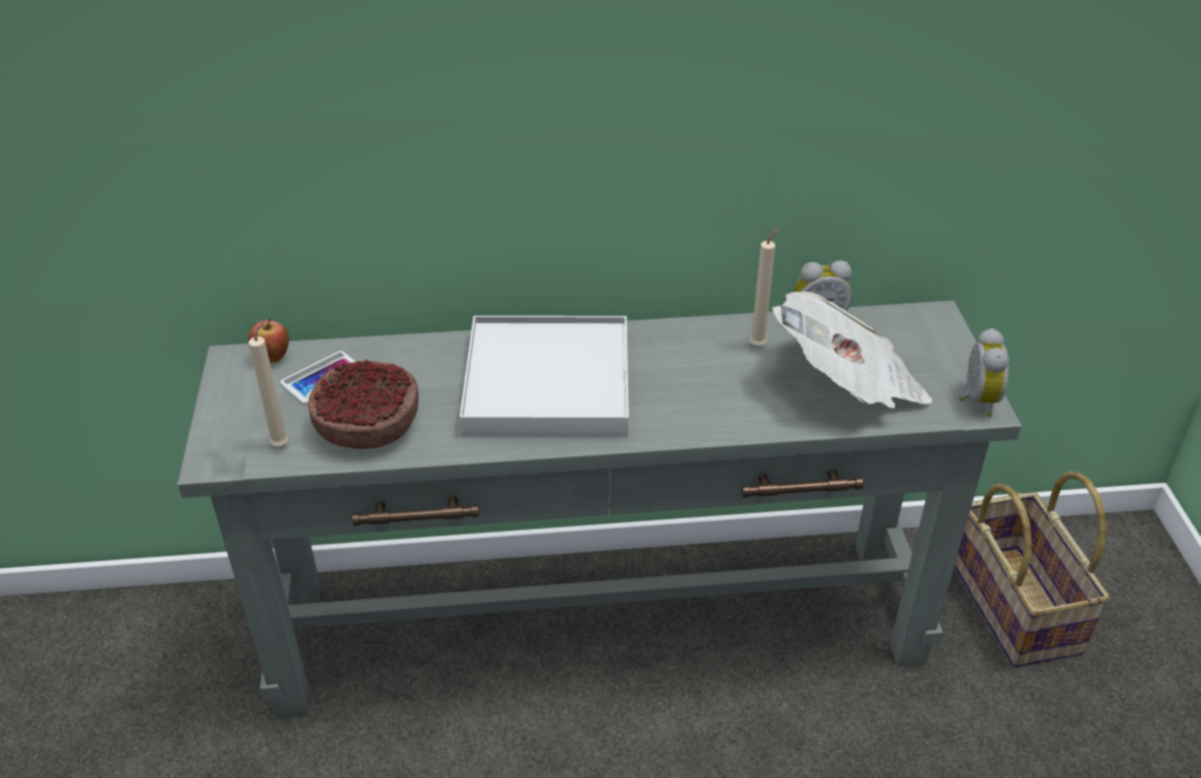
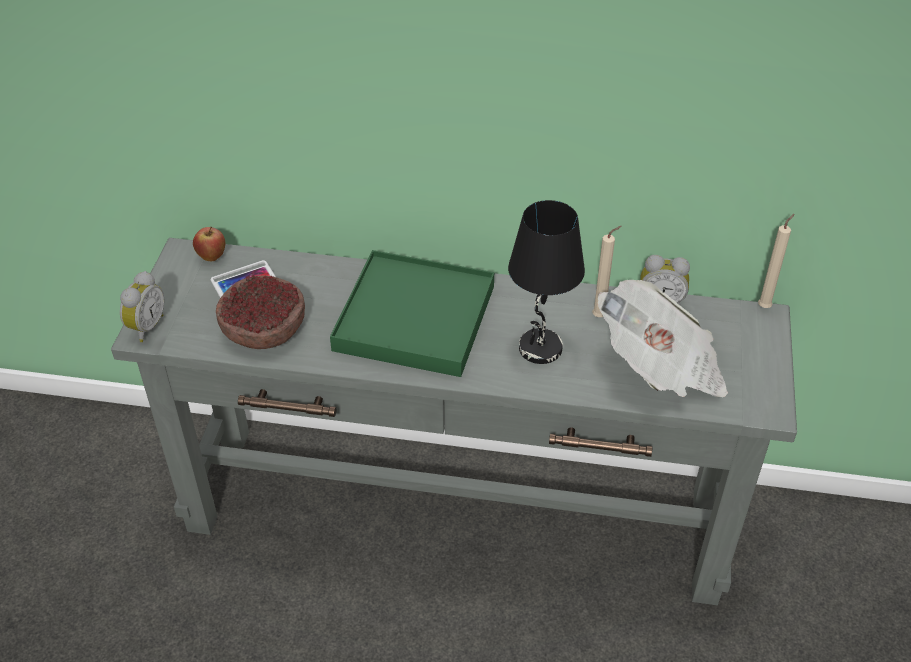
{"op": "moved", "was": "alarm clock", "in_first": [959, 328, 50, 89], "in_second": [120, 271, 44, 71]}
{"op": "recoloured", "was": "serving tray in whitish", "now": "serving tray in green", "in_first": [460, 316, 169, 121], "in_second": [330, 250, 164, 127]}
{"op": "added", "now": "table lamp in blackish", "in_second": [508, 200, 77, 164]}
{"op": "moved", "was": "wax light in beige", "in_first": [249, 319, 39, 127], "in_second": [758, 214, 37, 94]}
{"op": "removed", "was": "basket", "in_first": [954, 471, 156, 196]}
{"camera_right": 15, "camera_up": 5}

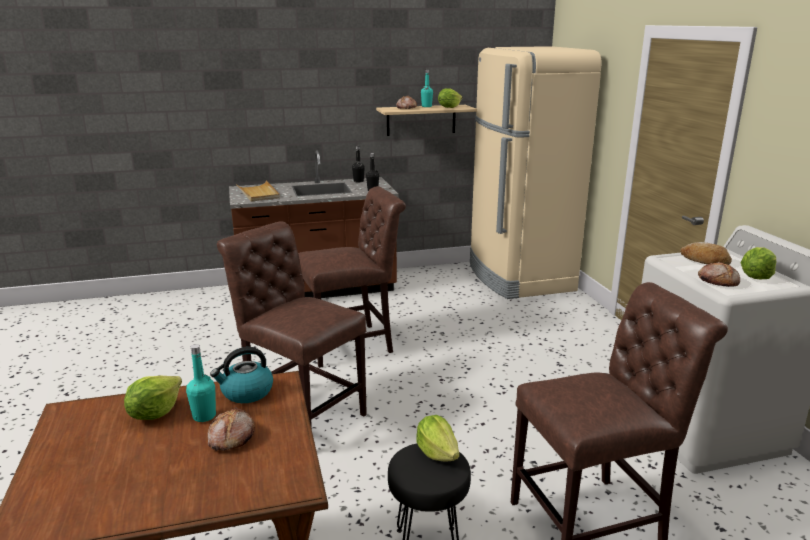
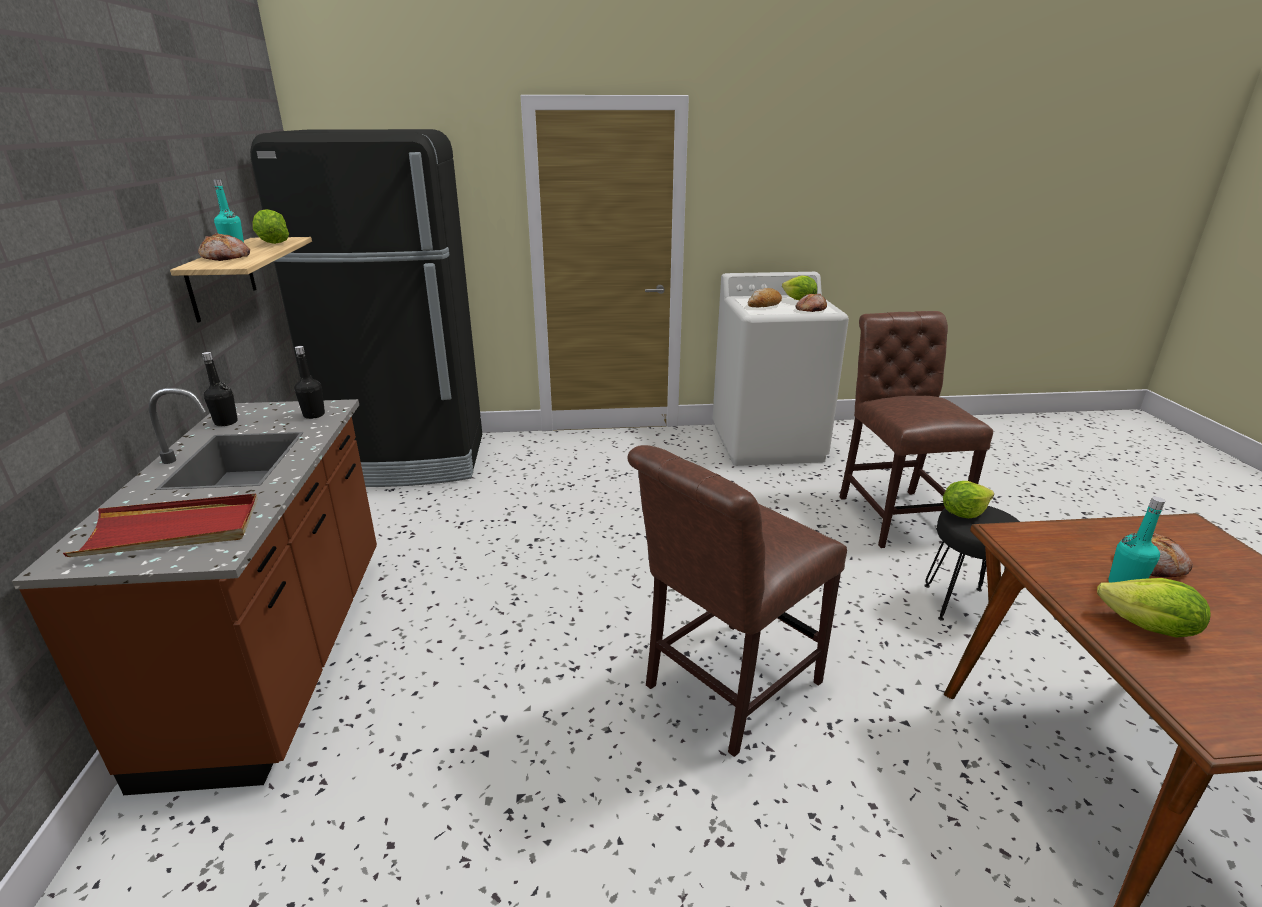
{"op": "recoloured", "was": "serving tray in beige", "now": "serving tray in red-coloured", "in_first": [236, 180, 44, 22], "in_second": [63, 494, 195, 63]}
{"op": "recoloured", "was": "fridge in beige", "now": "fridge in blackish", "in_first": [470, 46, 131, 253], "in_second": [250, 129, 232, 358]}
{"op": "removed", "was": "kettle", "in_first": [210, 347, 63, 56]}
{"op": "removed", "was": "chair in brownish", "in_first": [298, 186, 108, 182]}
{"camera_right": -80, "camera_up": 5}

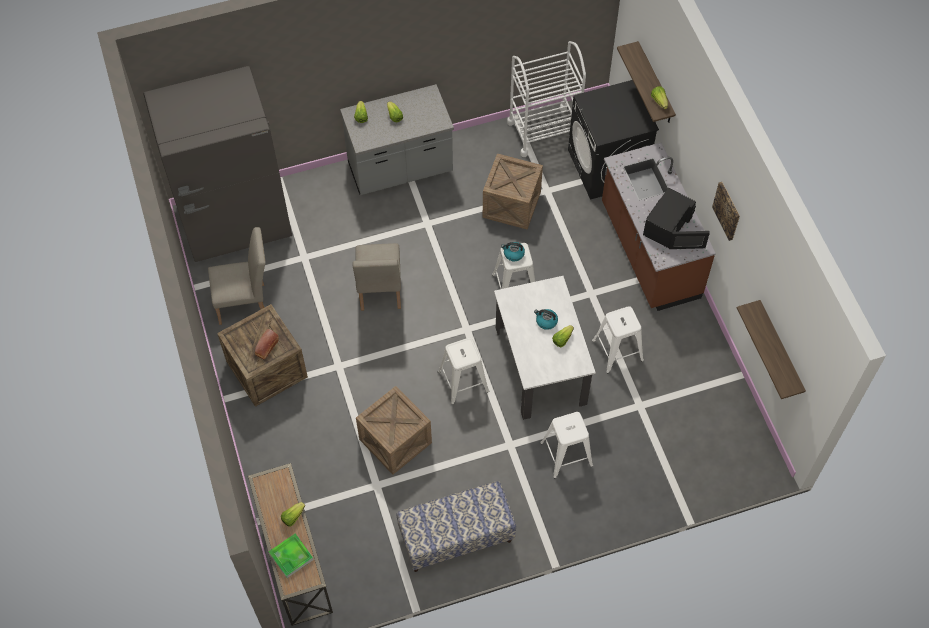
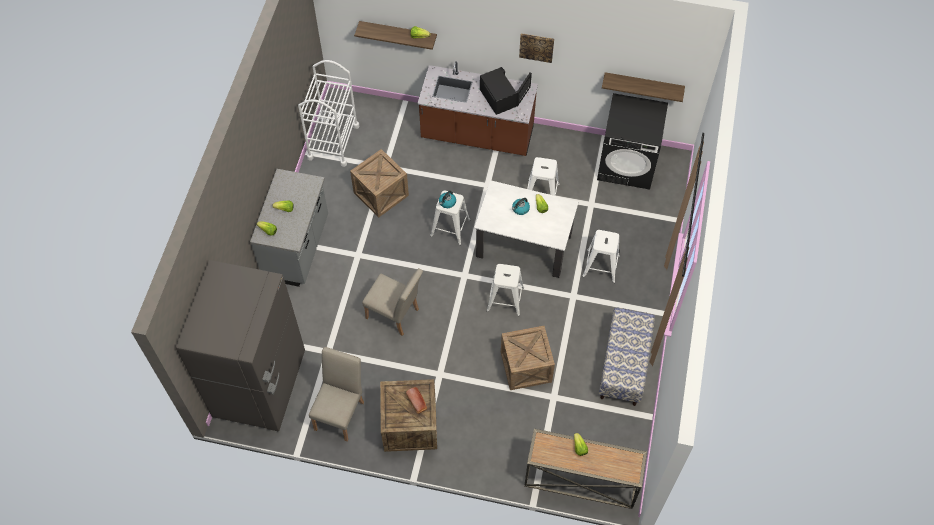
{"op": "moved", "was": "washing machine in blackish", "in_first": [568, 80, 91, 120], "in_second": [597, 93, 71, 97]}
{"op": "removed", "was": "serving tray", "in_first": [269, 534, 45, 44]}
{"camera_right": -60, "camera_up": 0}

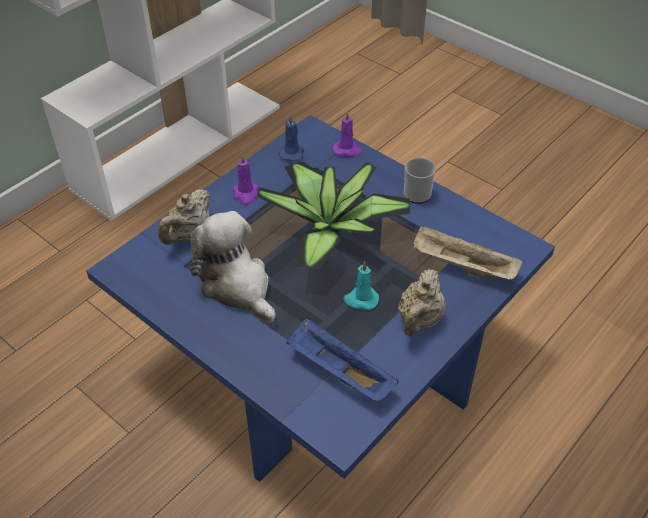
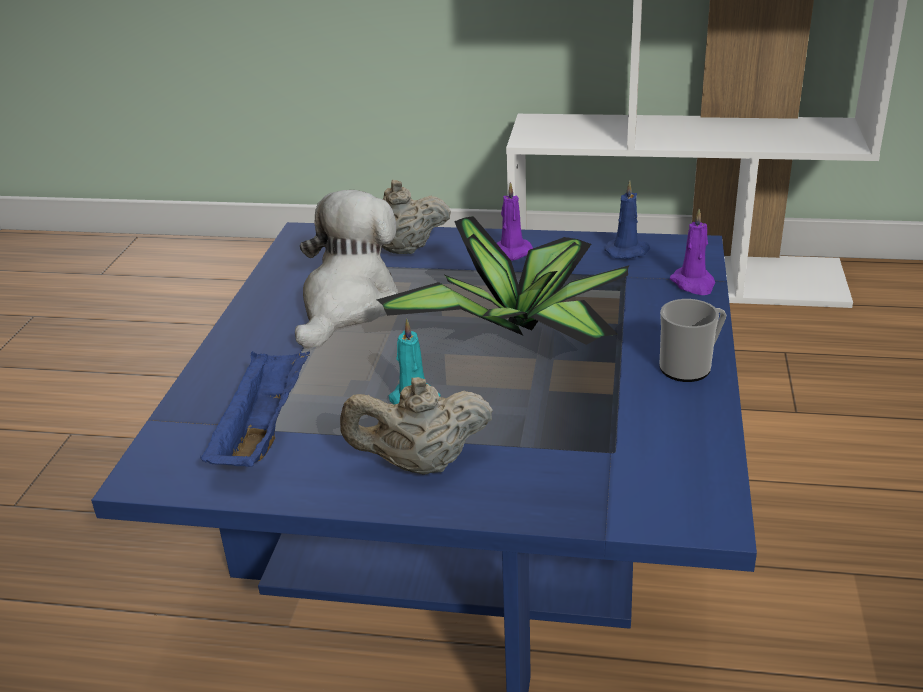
{"op": "removed", "was": "serving tray in beige", "in_first": [413, 225, 109, 55]}
{"camera_right": 60, "camera_up": -15}

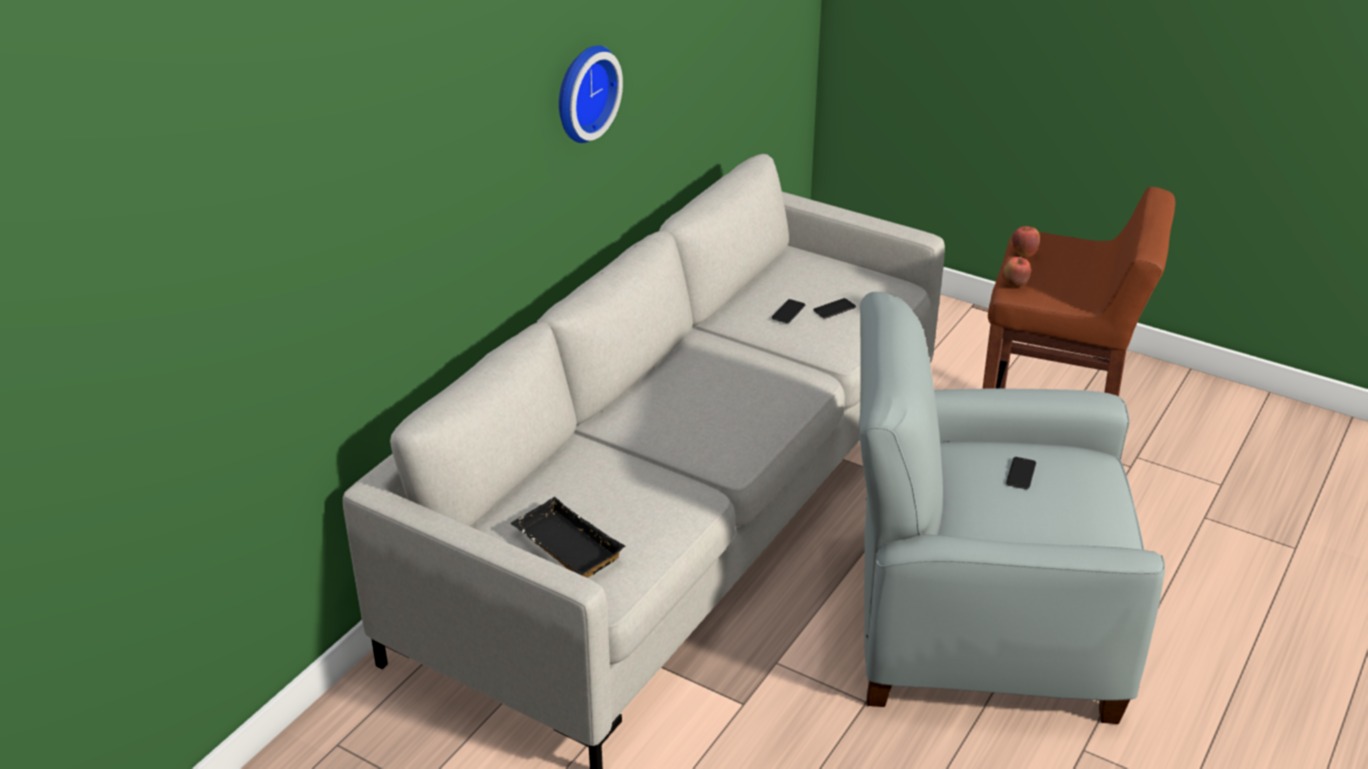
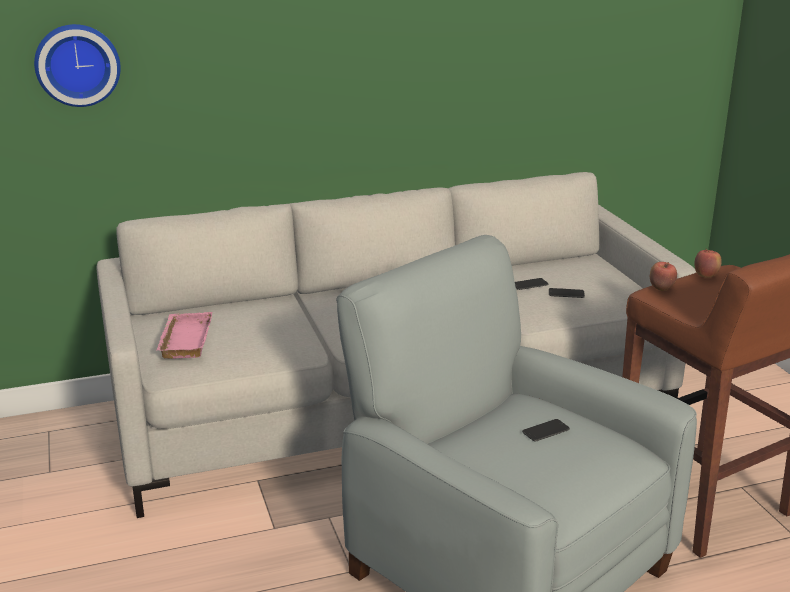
{"op": "moved", "was": "clock on the wall", "in_first": [559, 45, 64, 98], "in_second": [34, 24, 87, 83]}
{"op": "recoloured", "was": "serving tray in blackish", "now": "serving tray in pink-coloured", "in_first": [510, 497, 116, 81], "in_second": [156, 312, 56, 47]}
{"camera_right": 40, "camera_up": -10}

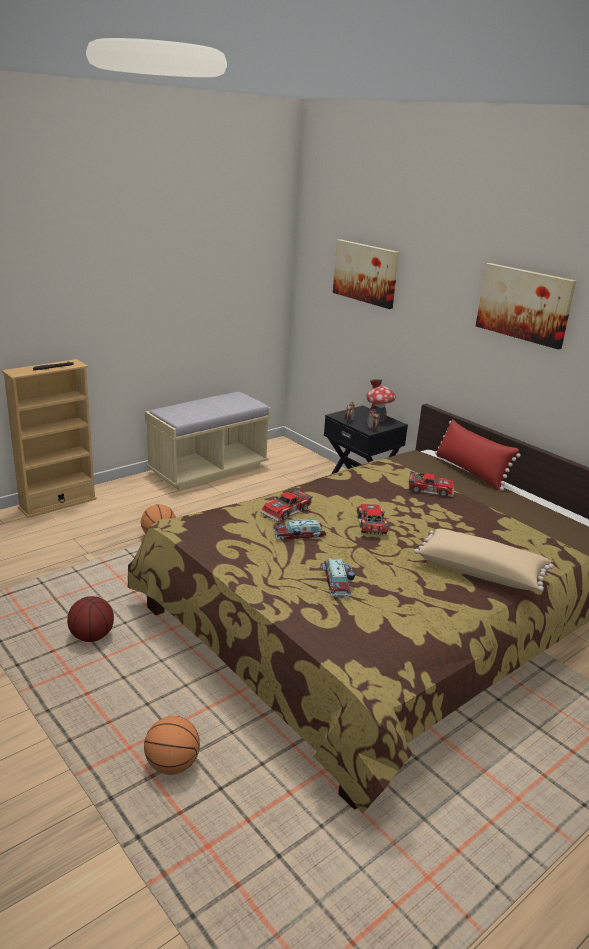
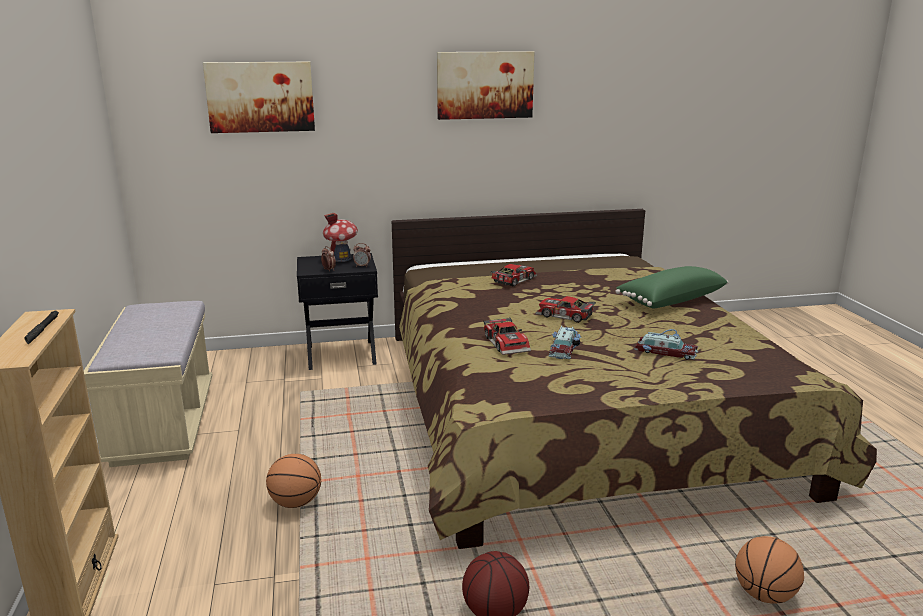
{"op": "recoloured", "was": "cushion in beige", "now": "cushion in green", "in_first": [414, 529, 140, 63], "in_second": [615, 266, 113, 42]}
{"op": "removed", "was": "cushion in red-coloured", "in_first": [435, 419, 86, 72]}
{"camera_right": -60, "camera_up": -5}

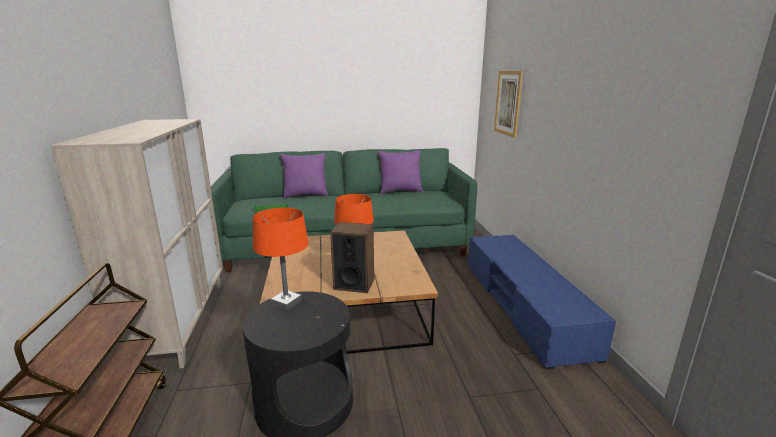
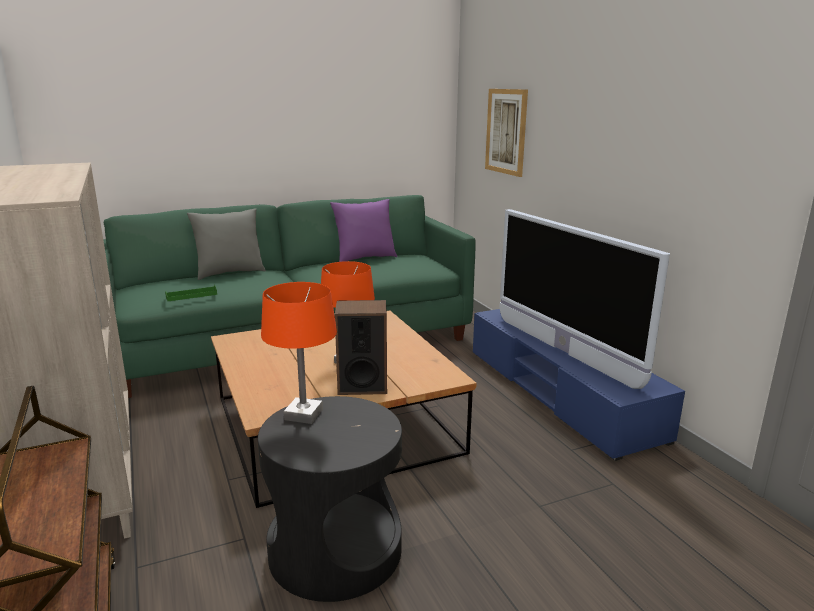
{"op": "recoloured", "was": "cushion in purplish", "now": "cushion in greyish", "in_first": [280, 153, 48, 46], "in_second": [187, 209, 79, 71]}
{"op": "added", "now": "TV", "in_second": [500, 209, 170, 180]}
{"camera_right": -15, "camera_up": 0}

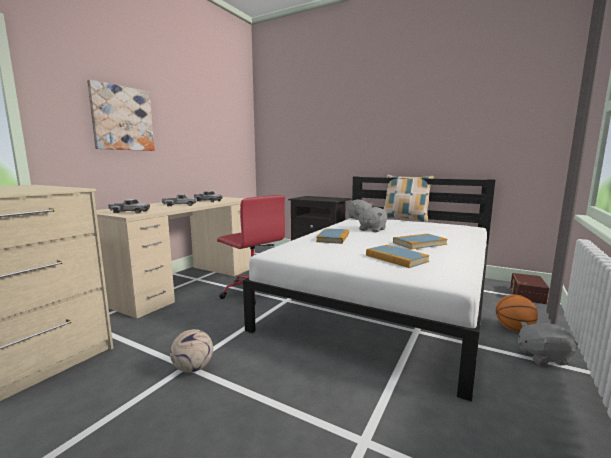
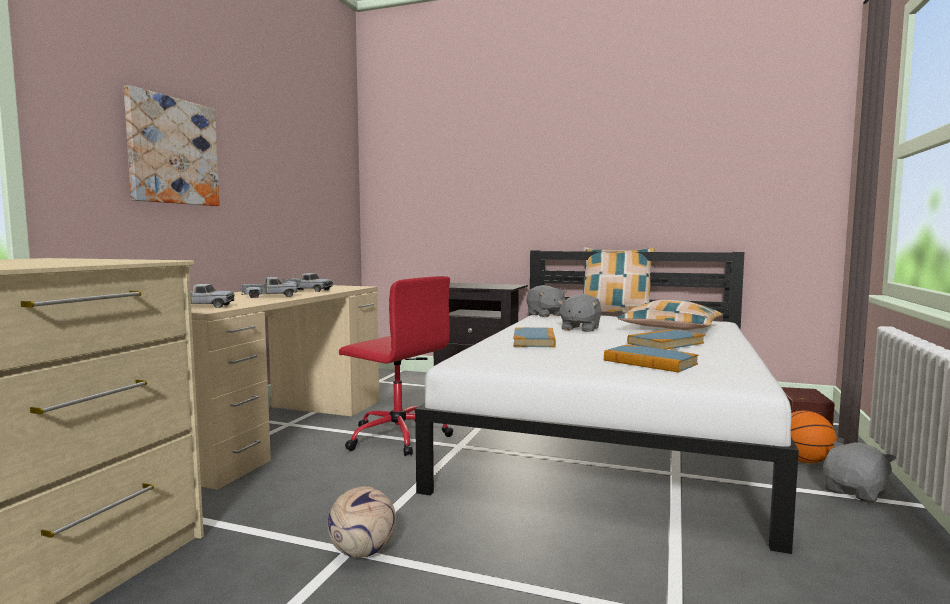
{"op": "added", "now": "cushion", "in_second": [617, 300, 106, 30]}
{"op": "turned", "was": "soft toy in greyish", "in_first": [518, 322, 59, 43], "in_second": [823, 441, 73, 62], "clockwise": 150}
{"camera_right": -10, "camera_up": -5}

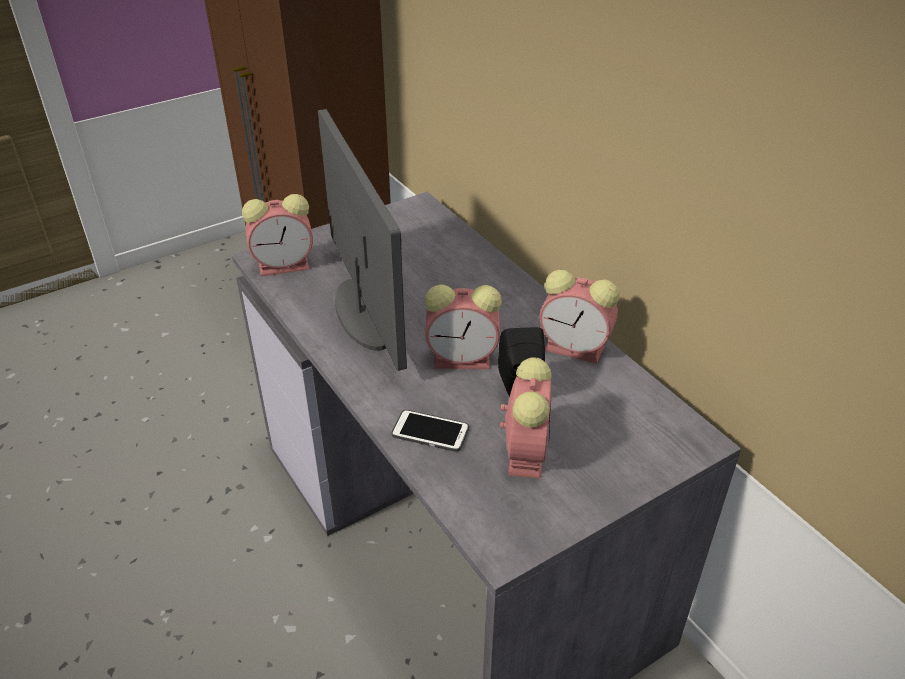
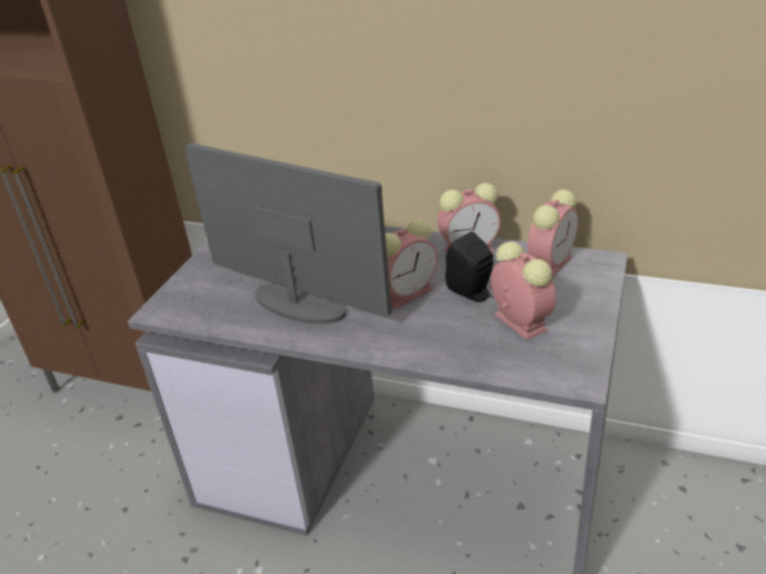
{"op": "moved", "was": "alarm clock", "in_first": [242, 194, 71, 83], "in_second": [527, 190, 51, 87]}
{"op": "removed", "was": "telephone", "in_first": [391, 410, 78, 42]}
{"camera_right": -35, "camera_up": -5}

